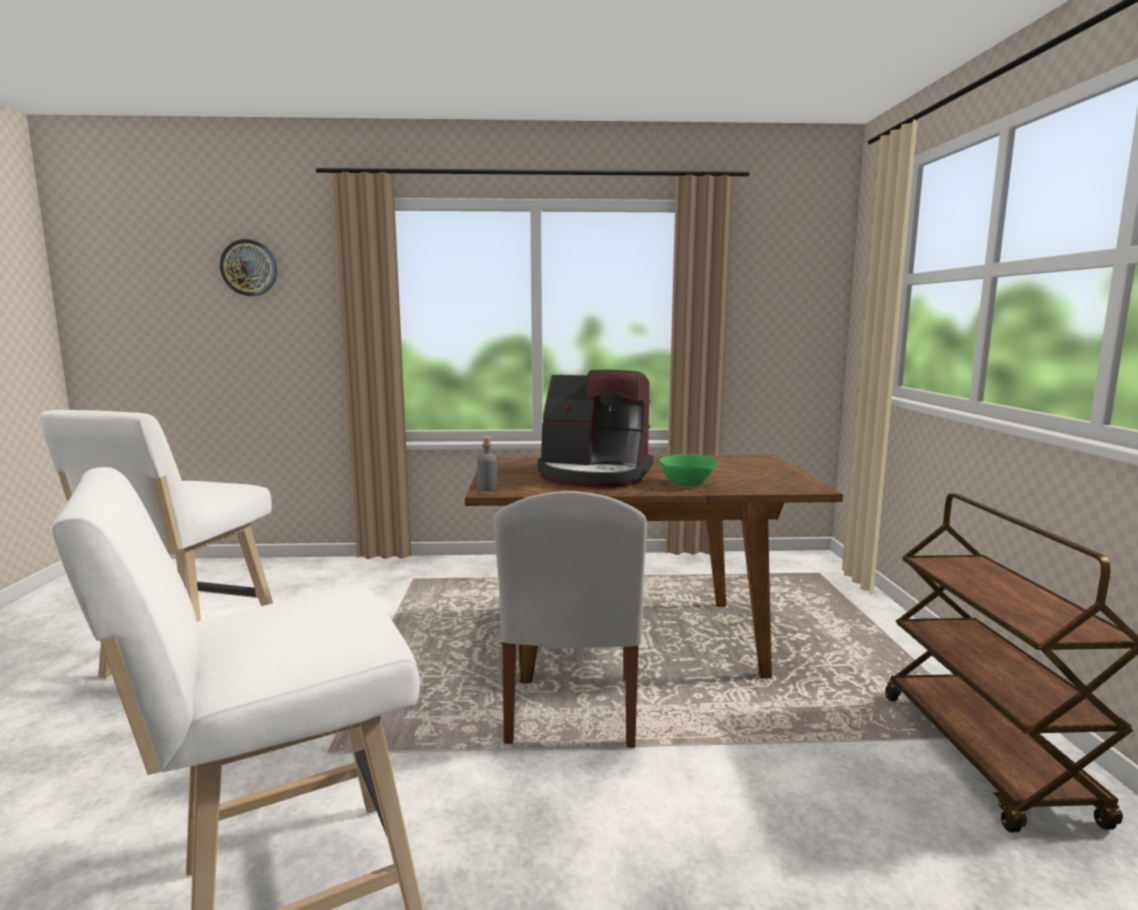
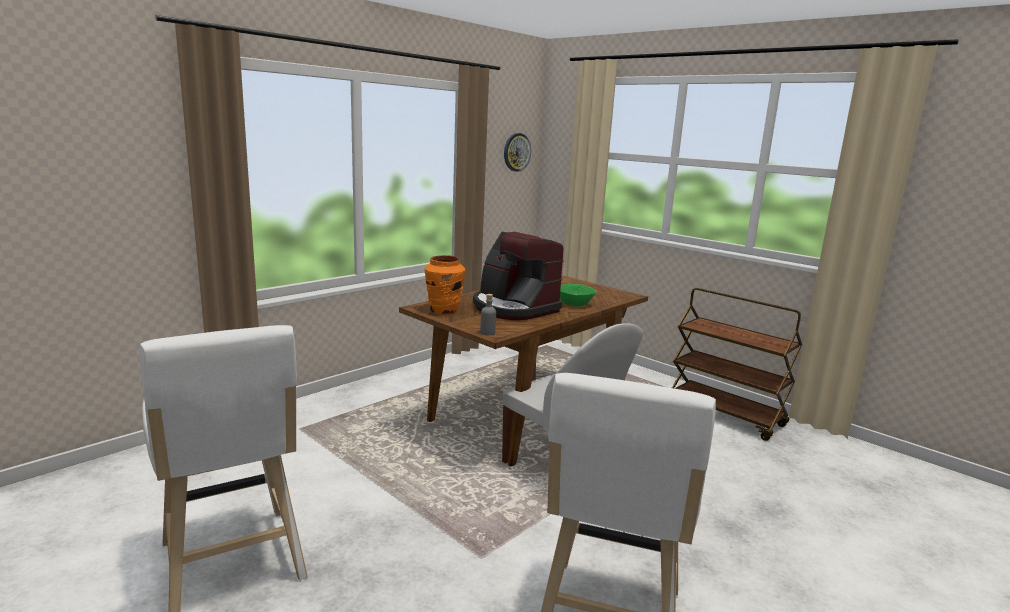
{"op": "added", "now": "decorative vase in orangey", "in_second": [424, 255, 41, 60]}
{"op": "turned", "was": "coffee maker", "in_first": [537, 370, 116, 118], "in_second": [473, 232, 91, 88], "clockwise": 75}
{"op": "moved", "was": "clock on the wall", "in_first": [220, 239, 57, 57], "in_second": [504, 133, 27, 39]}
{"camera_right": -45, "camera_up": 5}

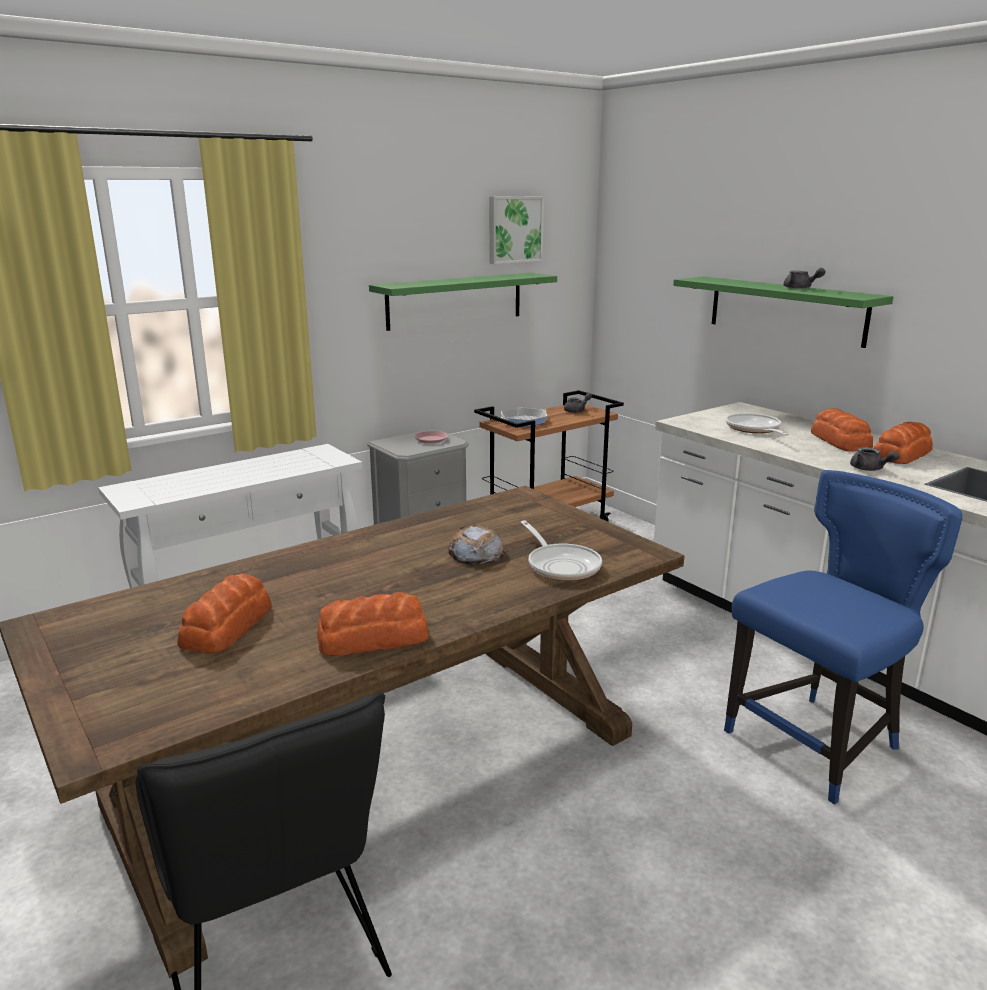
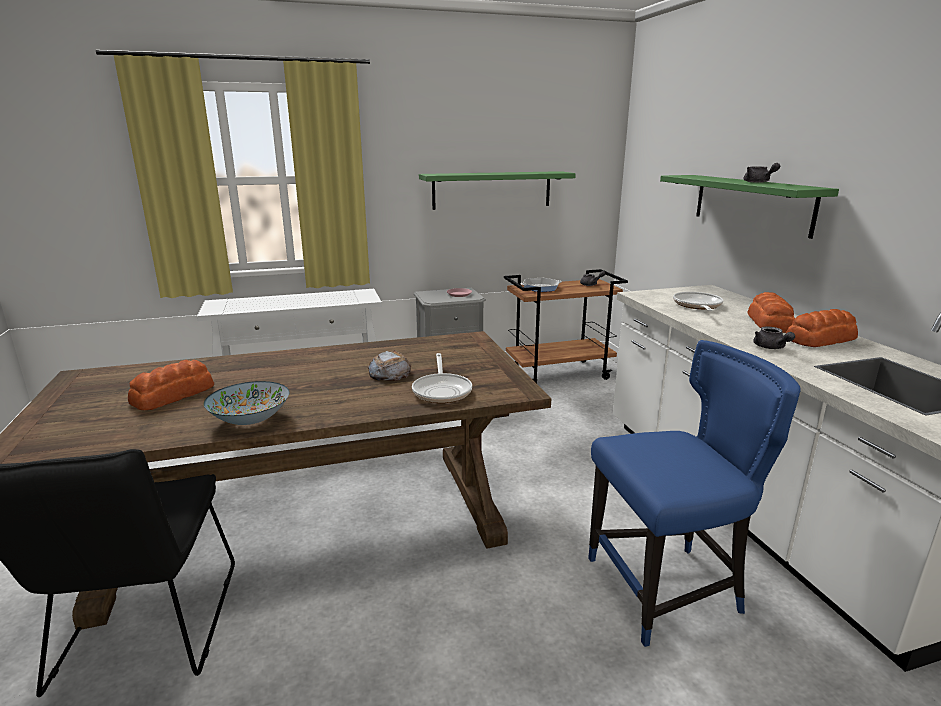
{"op": "replaced", "was": "bakery bread", "now": "bowl", "in_first": [317, 592, 112, 64], "in_second": [204, 381, 85, 44]}
{"op": "removed", "was": "picture", "in_first": [489, 196, 55, 68]}
{"camera_right": 20, "camera_up": 0}

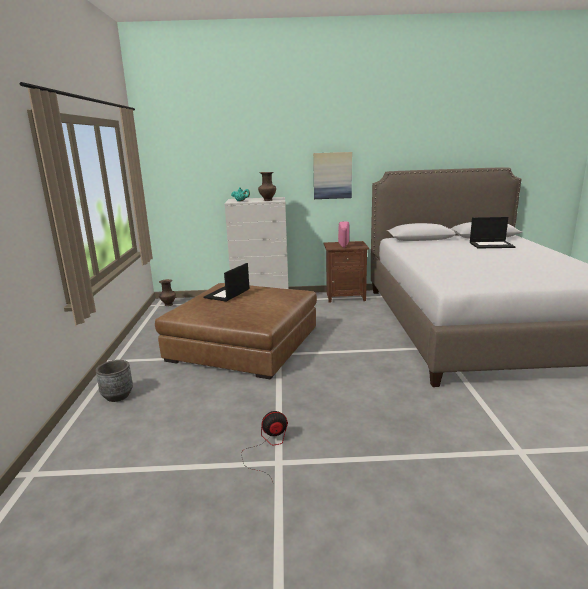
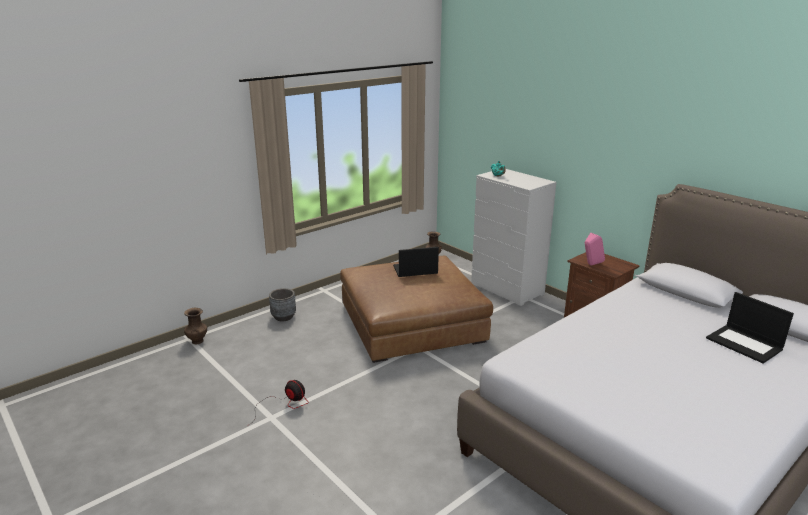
{"op": "moved", "was": "decorative vase in brownish", "in_first": [258, 172, 18, 29], "in_second": [184, 308, 23, 36]}
{"op": "removed", "was": "picture", "in_first": [313, 152, 39, 47]}
{"camera_right": 50, "camera_up": 5}

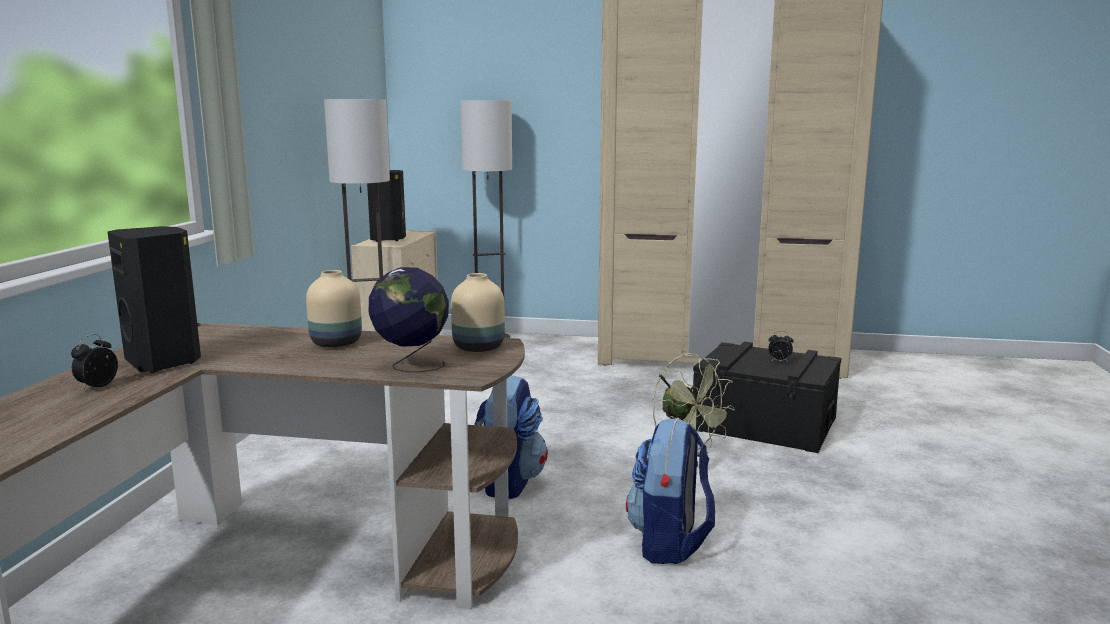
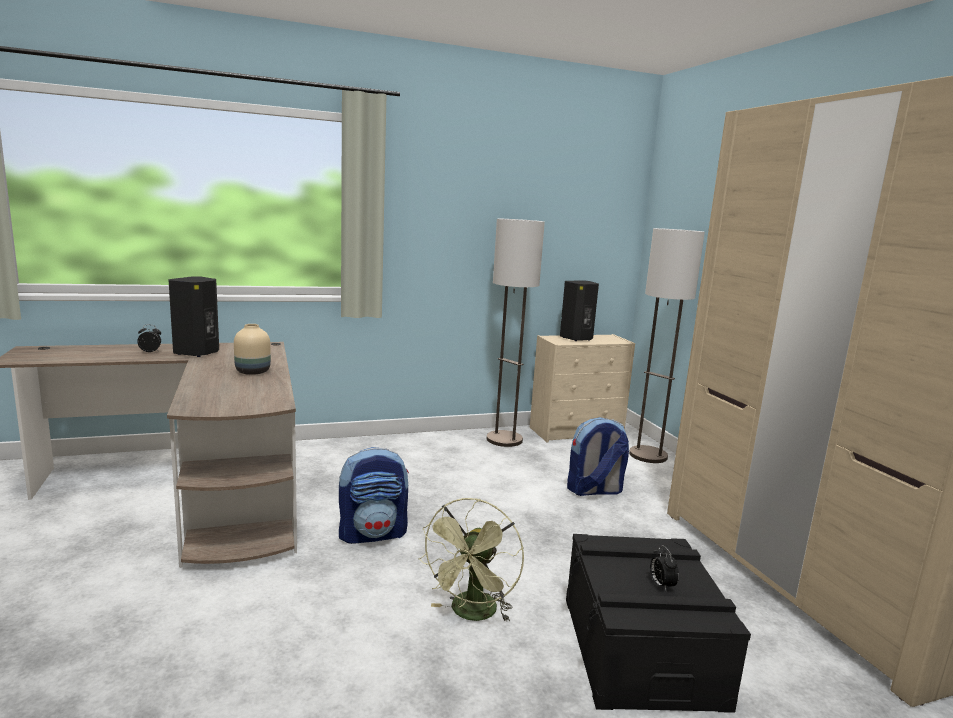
{"op": "moved", "was": "knapsack", "in_first": [626, 418, 89, 146], "in_second": [567, 417, 62, 79]}
{"op": "removed", "was": "desk globe", "in_first": [369, 267, 80, 105]}
{"op": "removed", "was": "decorative vase in beige", "in_first": [451, 273, 54, 79]}
{"camera_right": 60, "camera_up": 0}

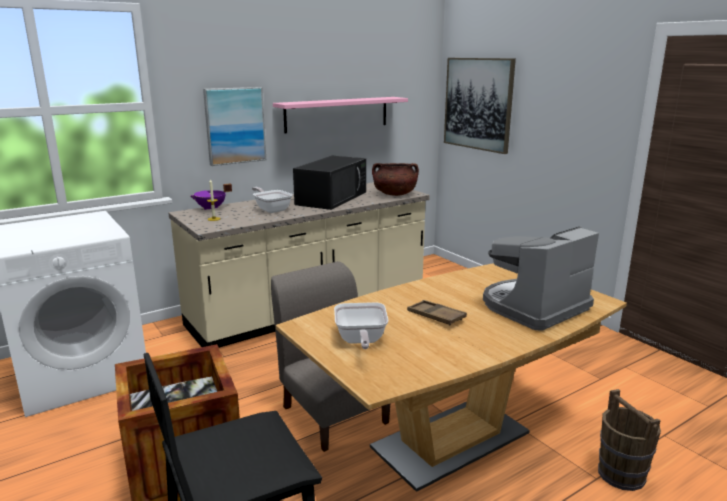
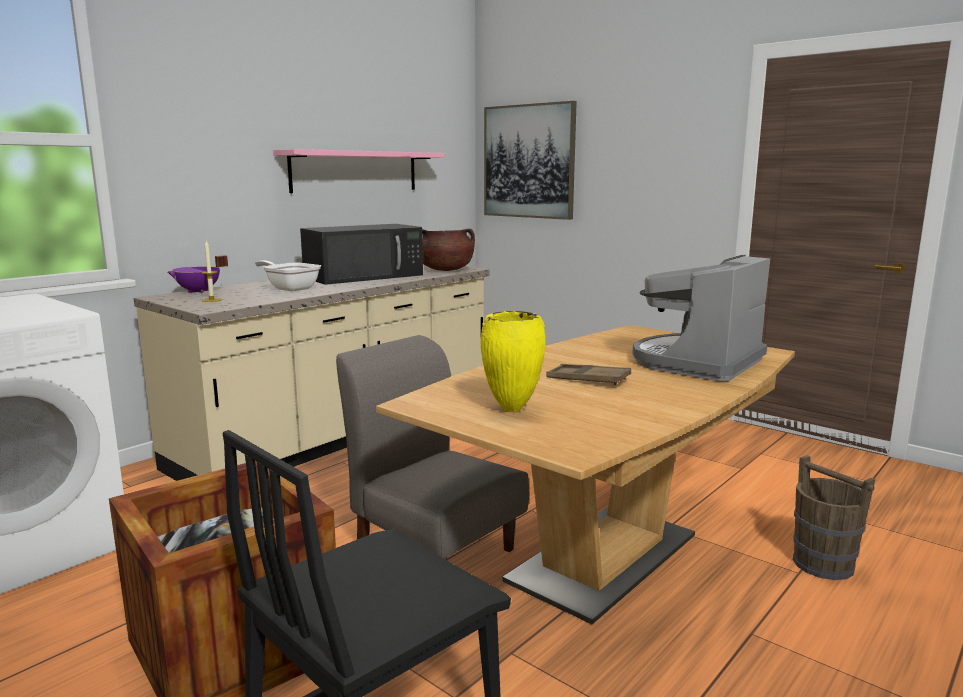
{"op": "turned", "was": "kitchen microwave in blackish", "in_first": [293, 156, 73, 54], "in_second": [300, 224, 123, 61], "clockwise": 45}
{"op": "replaced", "was": "skillet", "now": "decorative vase in yellow", "in_first": [334, 302, 54, 47], "in_second": [481, 311, 65, 101]}
{"op": "removed", "was": "picture", "in_first": [203, 87, 63, 79]}
{"camera_right": -15, "camera_up": -5}

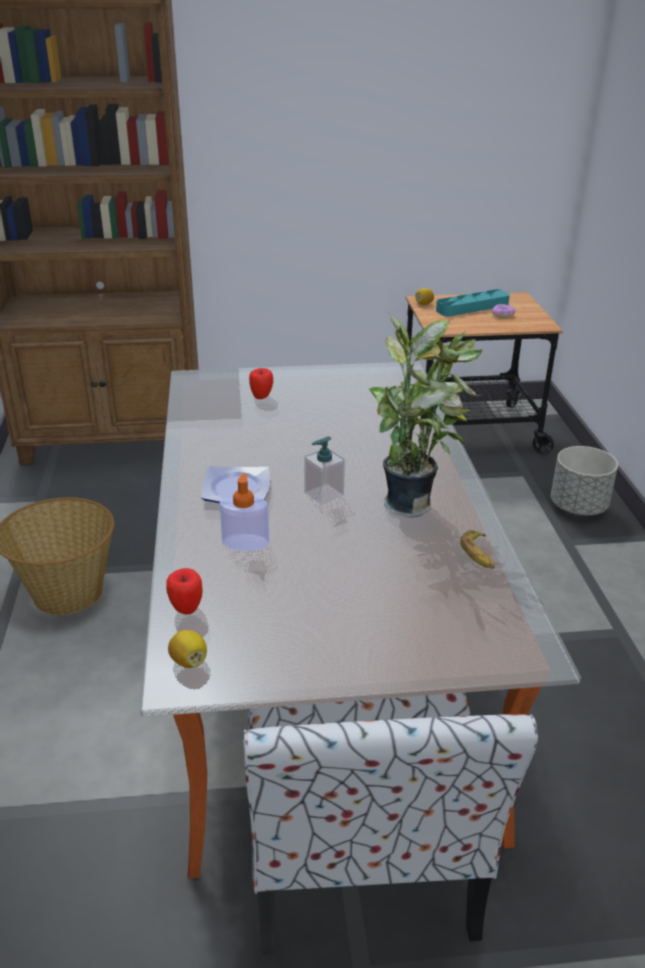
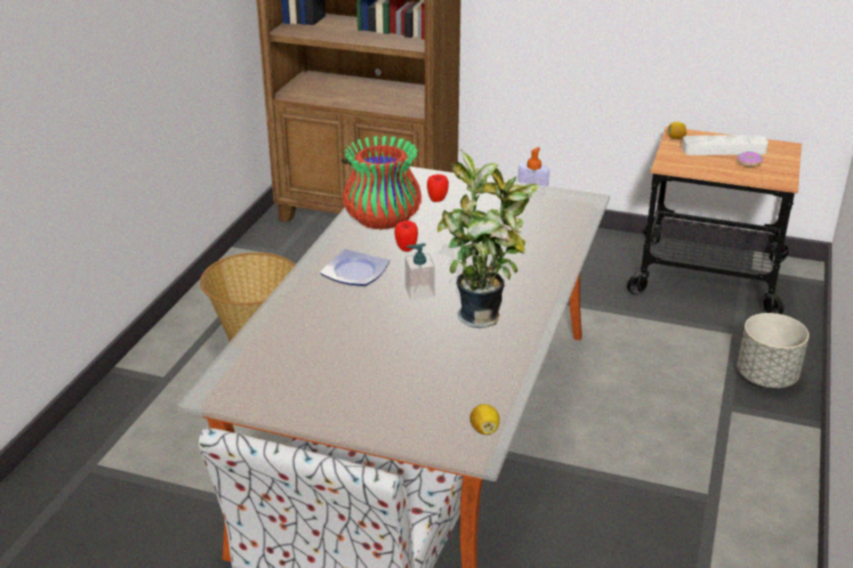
{"op": "added", "now": "decorative vase", "in_second": [343, 136, 79, 94]}
{"op": "moved", "was": "apple fruit", "in_first": [166, 568, 37, 47], "in_second": [394, 221, 24, 31]}
{"op": "moved", "was": "whole lemon", "in_first": [168, 630, 39, 38], "in_second": [470, 404, 30, 31]}
{"op": "moved", "was": "liquid soap bottle", "in_first": [220, 473, 49, 78], "in_second": [518, 147, 32, 54]}
{"op": "recoloured", "was": "serving tray in blue-green", "now": "serving tray in whitish", "in_first": [436, 289, 74, 27], "in_second": [682, 135, 86, 20]}
{"op": "removed", "was": "banana fruit", "in_first": [460, 530, 35, 39]}
{"camera_right": 25, "camera_up": 0}

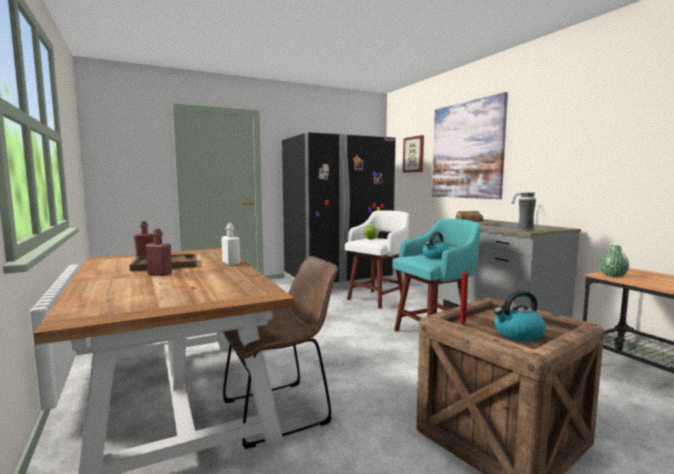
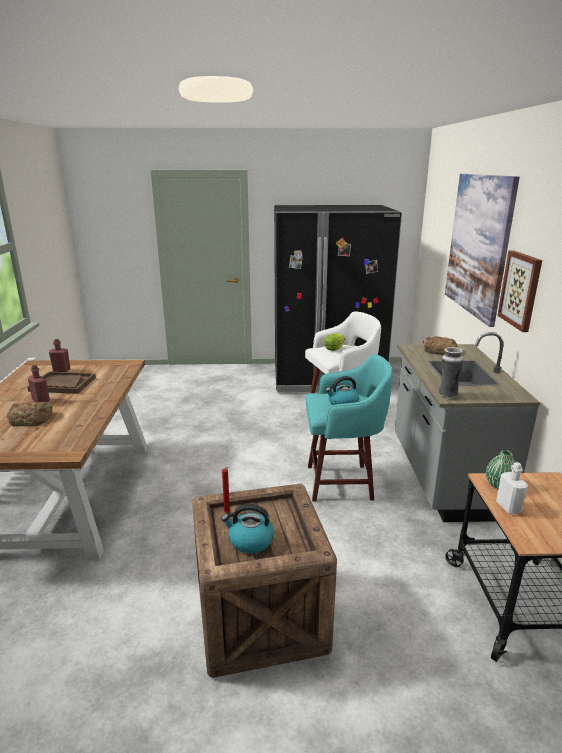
{"op": "added", "now": "bakery bread", "in_second": [7, 402, 45, 24]}
{"op": "moved", "was": "drink bottle in whitish", "in_first": [221, 223, 19, 42], "in_second": [496, 462, 32, 52]}
{"op": "moved", "was": "picture", "in_first": [403, 135, 21, 38], "in_second": [497, 250, 45, 82]}
{"op": "removed", "was": "chair in brownish", "in_first": [223, 256, 115, 193]}
{"camera_right": 25, "camera_up": 15}

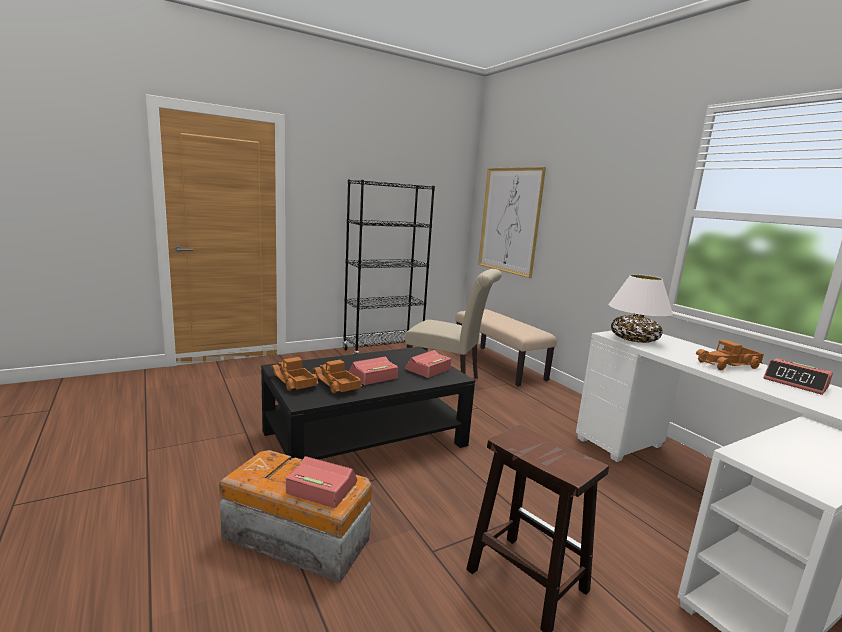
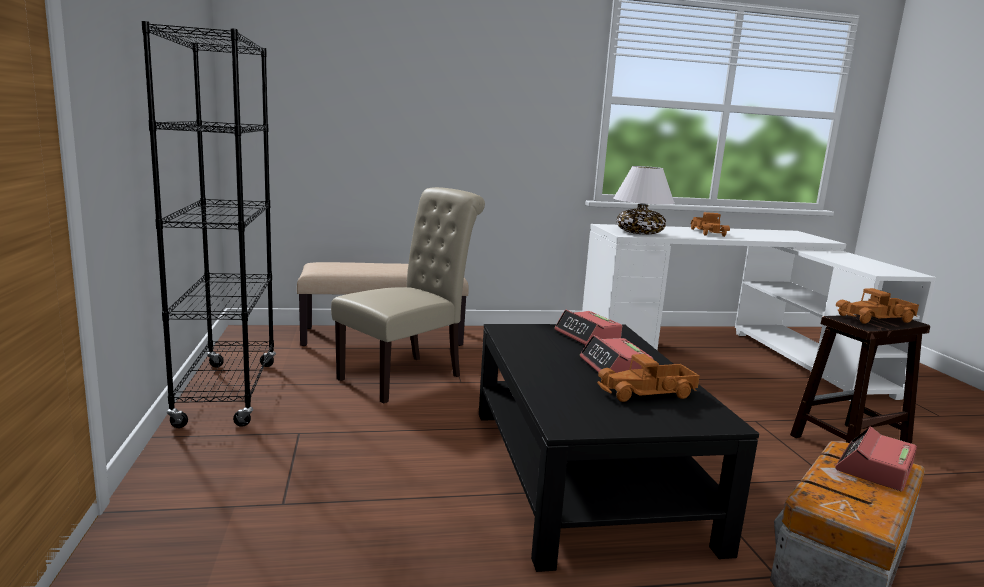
{"op": "moved", "was": "toy lorry", "in_first": [271, 357, 47, 34], "in_second": [836, 288, 83, 36]}
{"op": "removed", "was": "picture", "in_first": [478, 167, 68, 111]}
{"op": "removed", "was": "alarm clock", "in_first": [764, 359, 69, 36]}
{"camera_right": -70, "camera_up": 0}

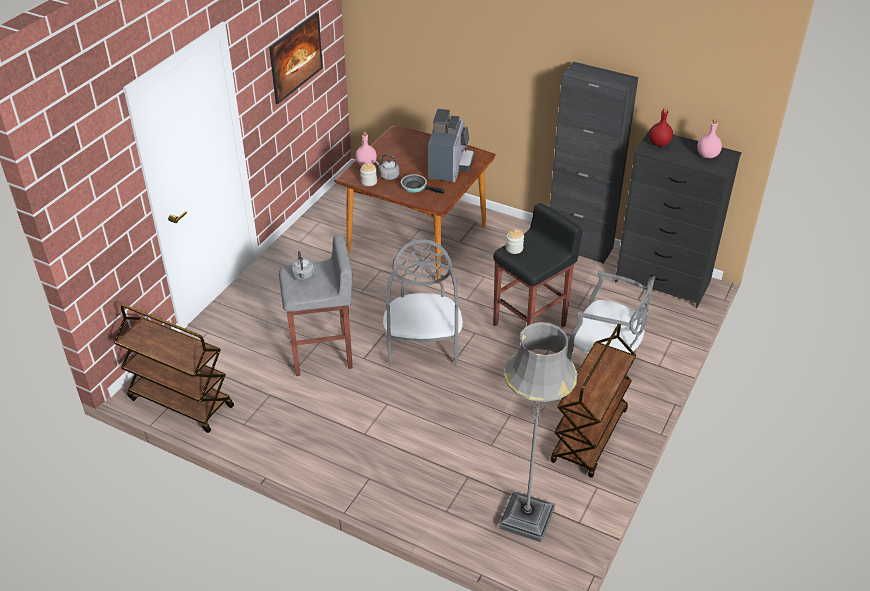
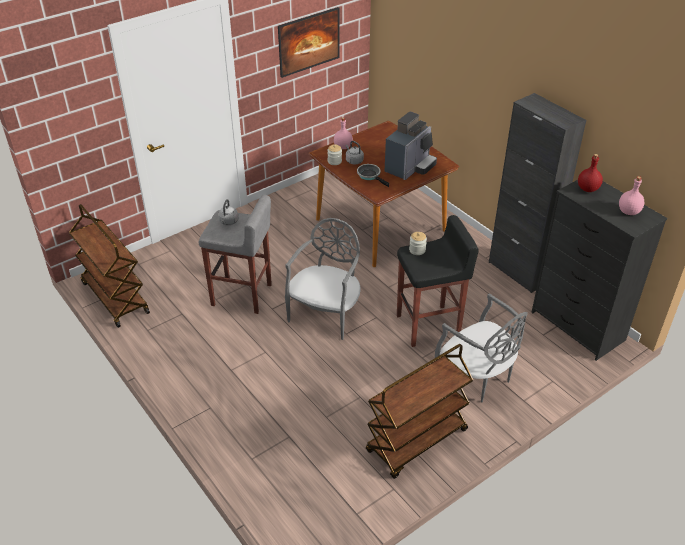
{"op": "removed", "was": "standard lamp in greyish", "in_first": [498, 322, 79, 221]}
{"camera_right": 25, "camera_up": 0}

